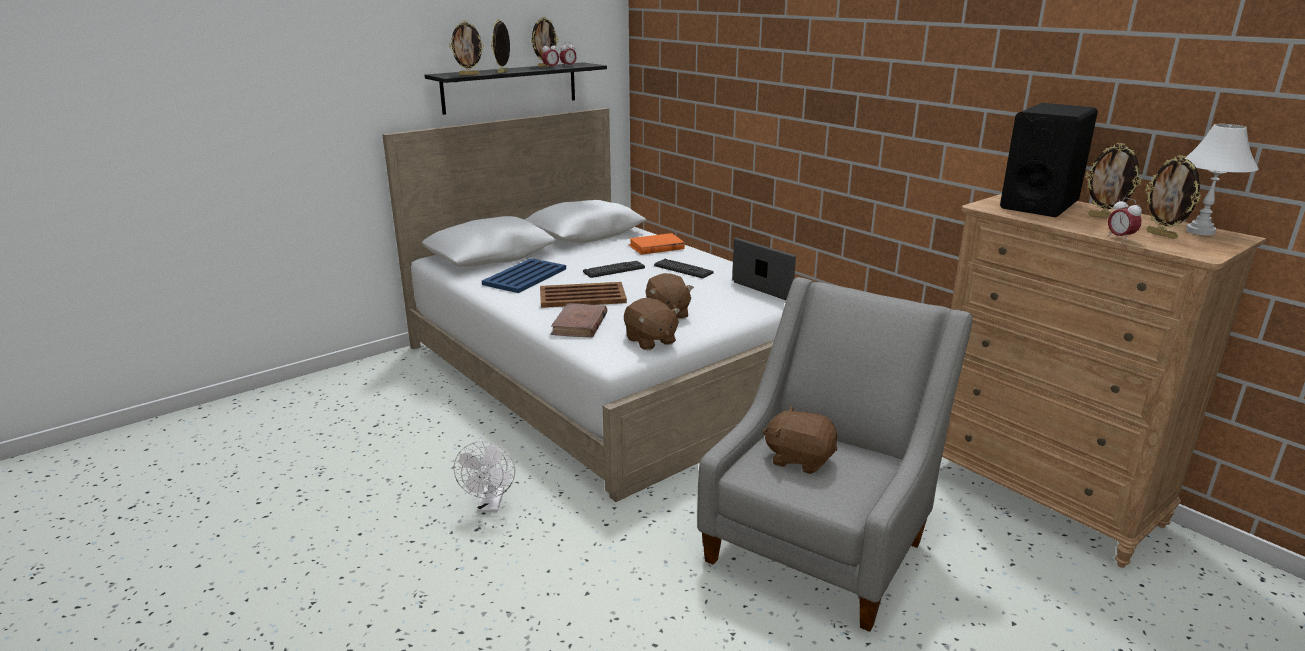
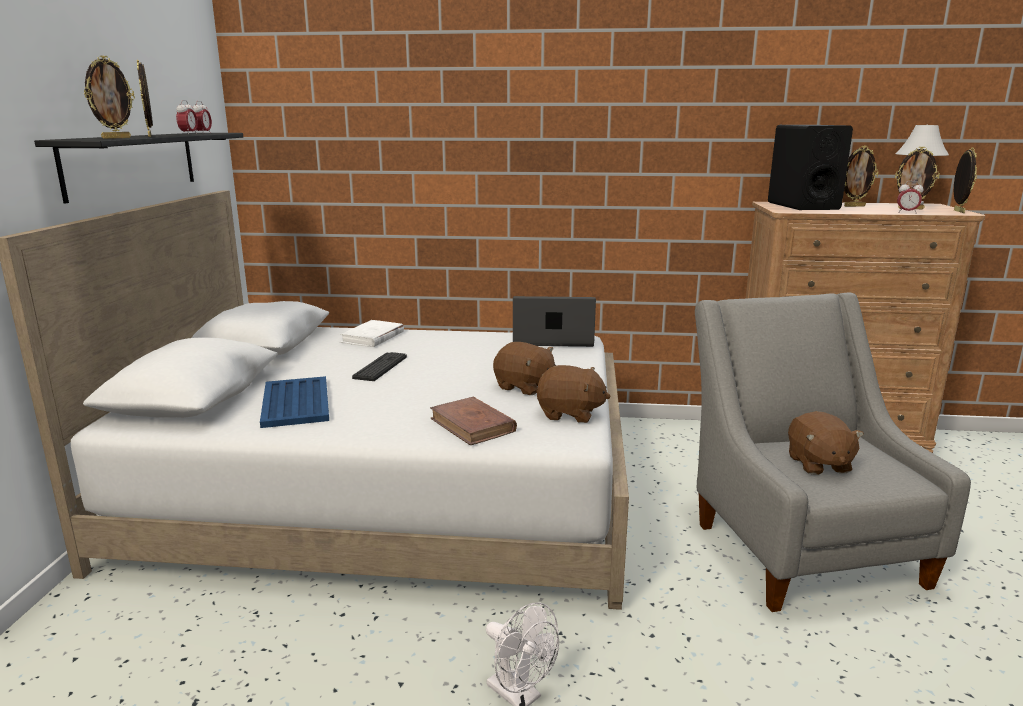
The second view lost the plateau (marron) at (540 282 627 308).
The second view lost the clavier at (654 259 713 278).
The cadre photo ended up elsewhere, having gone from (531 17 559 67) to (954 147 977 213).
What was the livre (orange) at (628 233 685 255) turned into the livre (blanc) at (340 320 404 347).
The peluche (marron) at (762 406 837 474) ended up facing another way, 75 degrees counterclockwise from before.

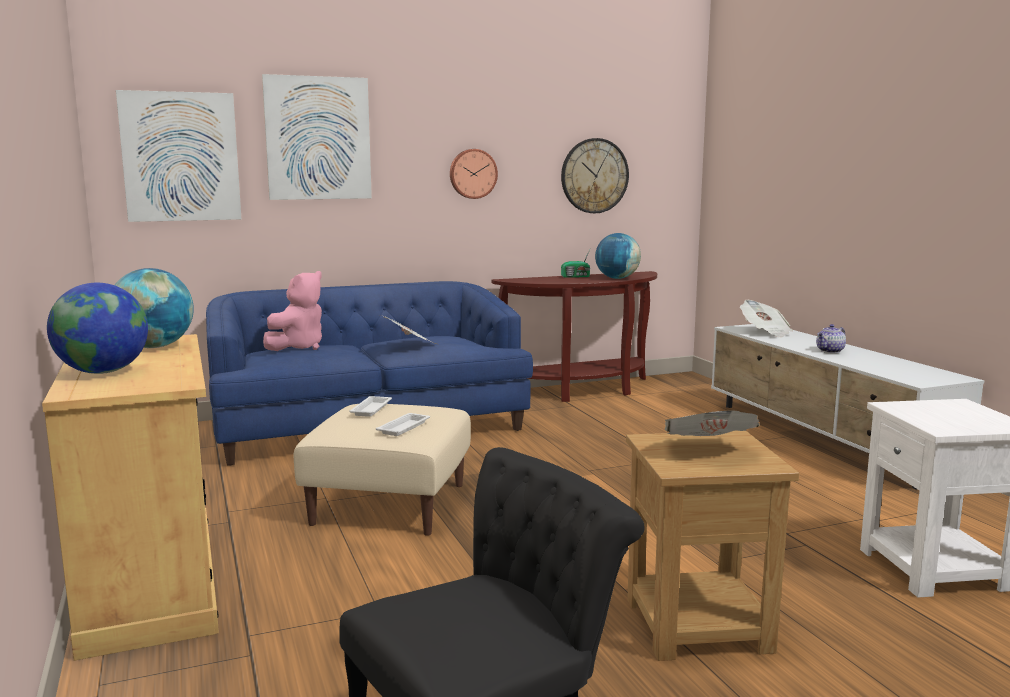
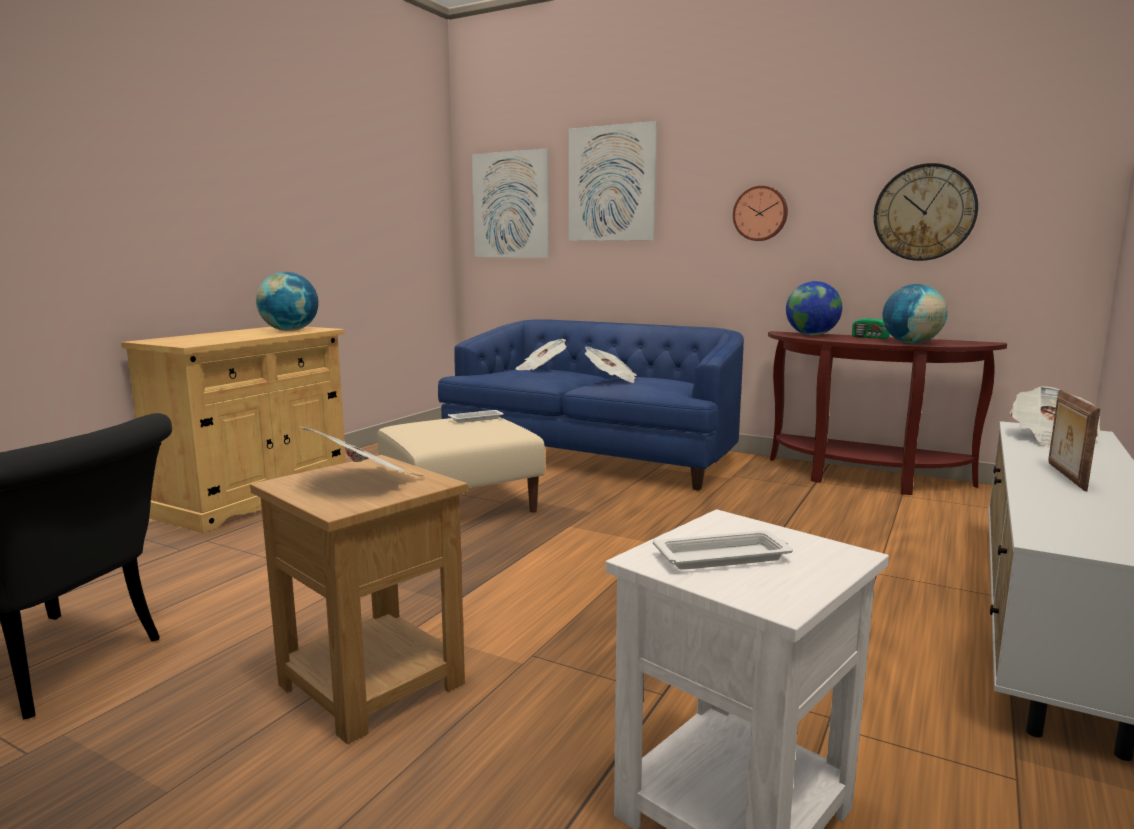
The globe ended up elsewhere, having gone from (47 283 148 374) to (786 281 842 335).
The plateau (blanc) ended up elsewhere, having gone from (376 413 430 436) to (653 530 793 570).
Where the peluche (rose) stood at (263 271 322 351), the journal came to stand at (515 339 566 370).
Where the théière stood at (816 324 846 353), the cadre photo came to stand at (1048 390 1100 491).

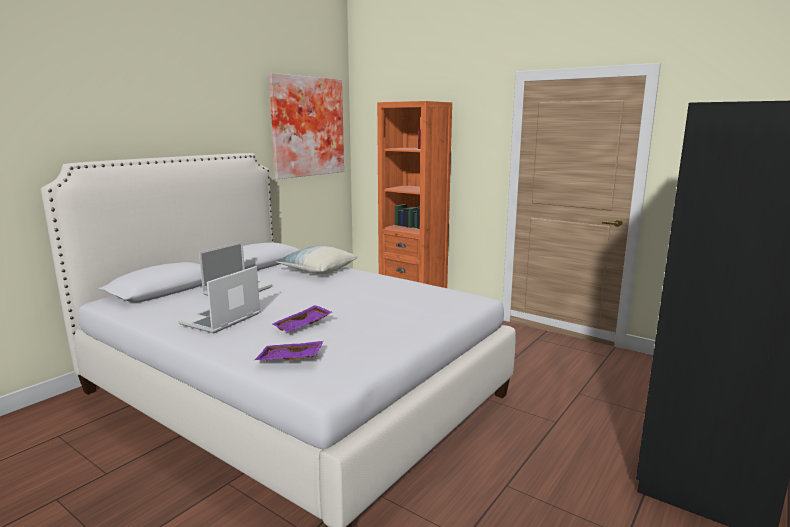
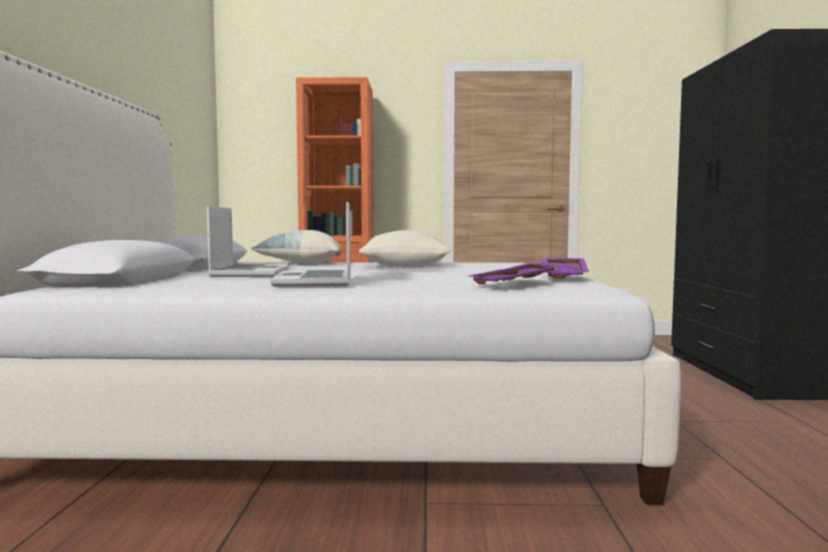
The second view lost the tableau at (269 73 344 179).
The second view gained the coussin at (359 230 451 267).
The plateau (violet) ended up elsewhere, having gone from (272 305 332 332) to (543 258 589 279).

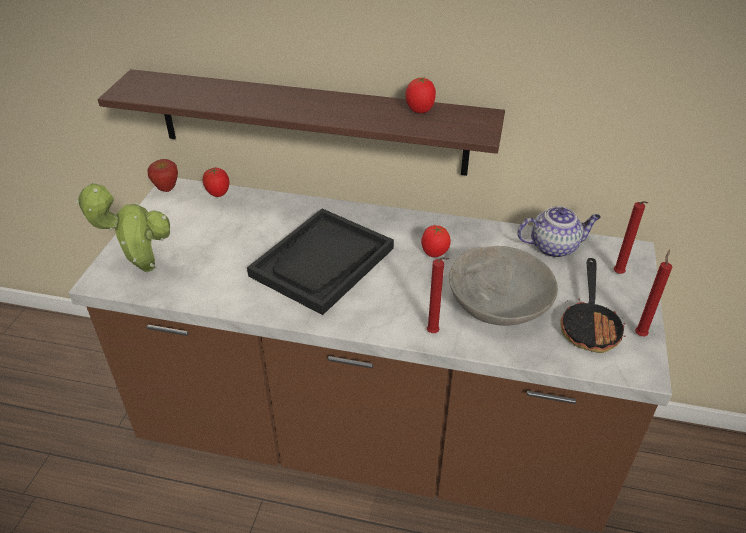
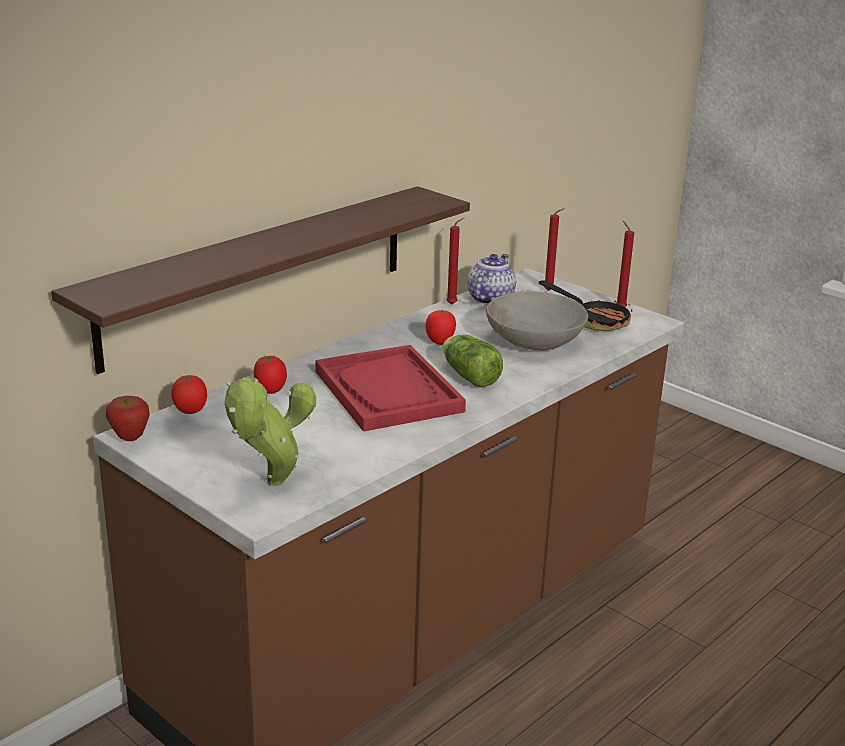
The second view gained the laitue at (443 335 503 387).
The tomate ended up elsewhere, having gone from (406 78 436 113) to (253 355 287 394).
The bougie (rouge) ended up elsewhere, having gone from (427 257 449 333) to (446 218 464 305).
What was the plateau (noir) at (247 208 394 315) turned into the plateau (rouge) at (315 345 466 432).

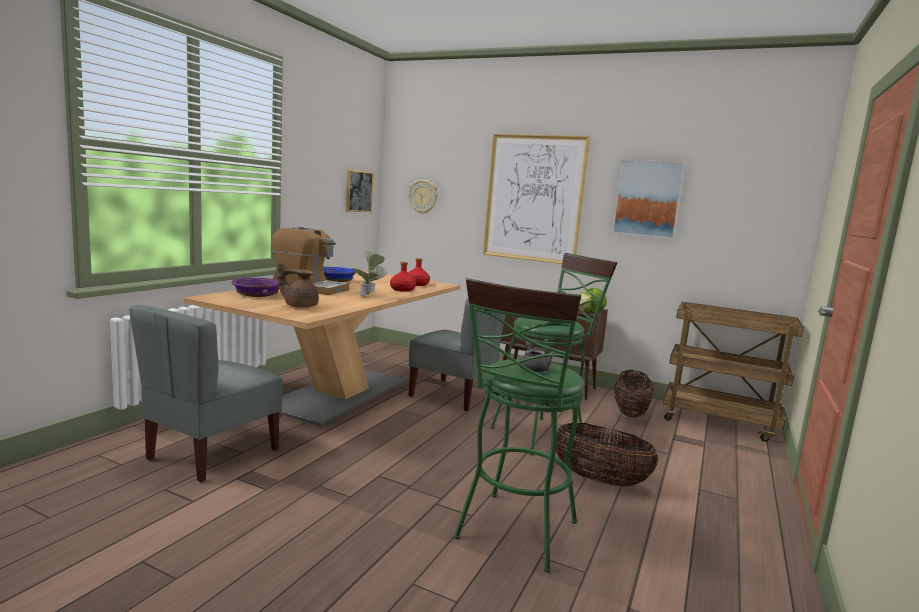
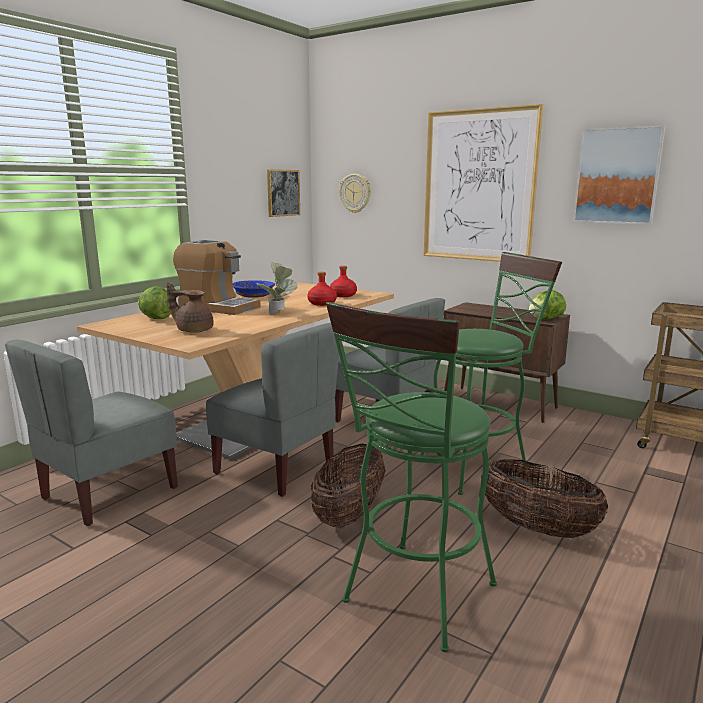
The second view lost the théière (gris) at (520 341 555 372).
The second view gained the chaise (gris) at (206 323 339 497).
The panier ended up elsewhere, having gone from (614 370 654 418) to (311 444 386 527).
Where the bol (violet) stood at (231 278 279 297), the laitue came to stand at (138 286 171 319).

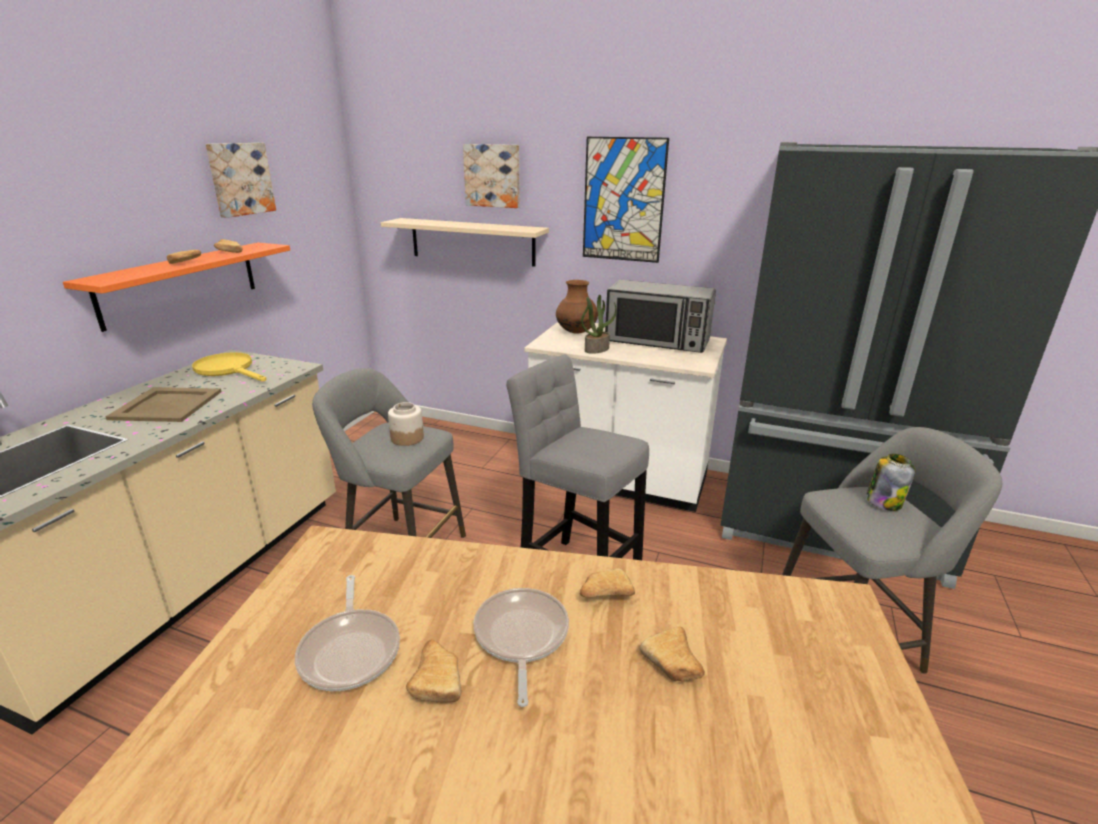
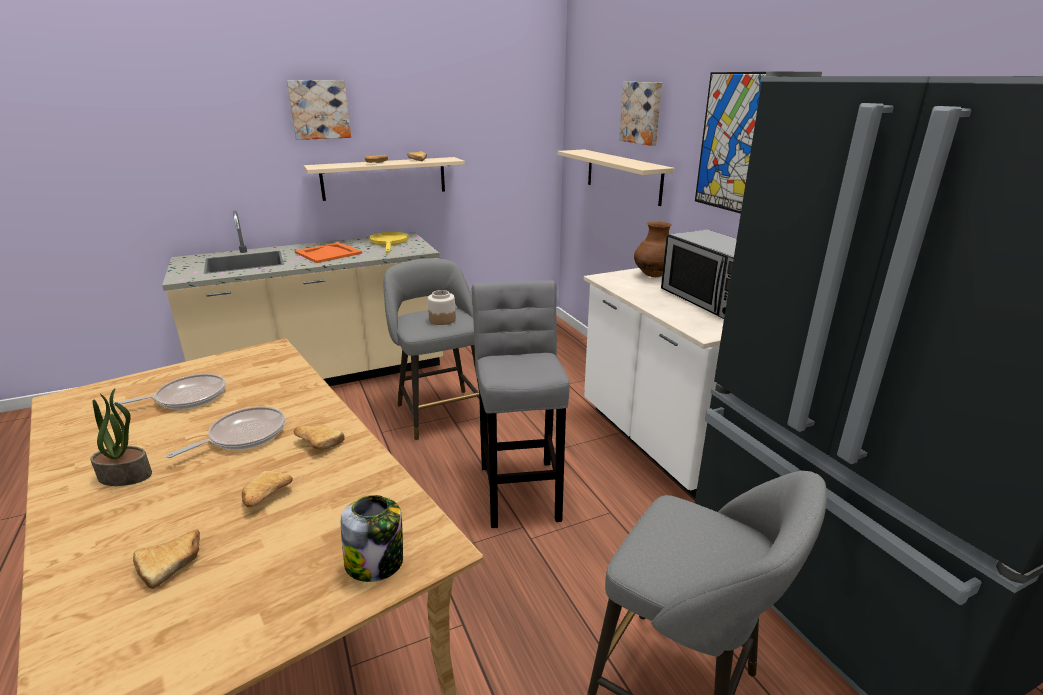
The tableau ended up elsewhere, having gone from (206 143 276 218) to (287 80 351 140).
The pain ended up elsewhere, having gone from (406 639 461 703) to (133 529 200 589).
The plante en pot ended up elsewhere, having gone from (581 295 617 354) to (90 388 152 486).
The bocal ended up elsewhere, having gone from (866 454 916 511) to (341 495 403 582).
What was the étagère (orange) at (63 243 290 332) turned into the étagère (beige) at (304 157 465 201).
What was the plateau (beige) at (106 387 222 422) turned into the plateau (orange) at (295 242 362 263).
The poêle at (295 575 400 691) ended up facing another way, 150 degrees counterclockwise from before.

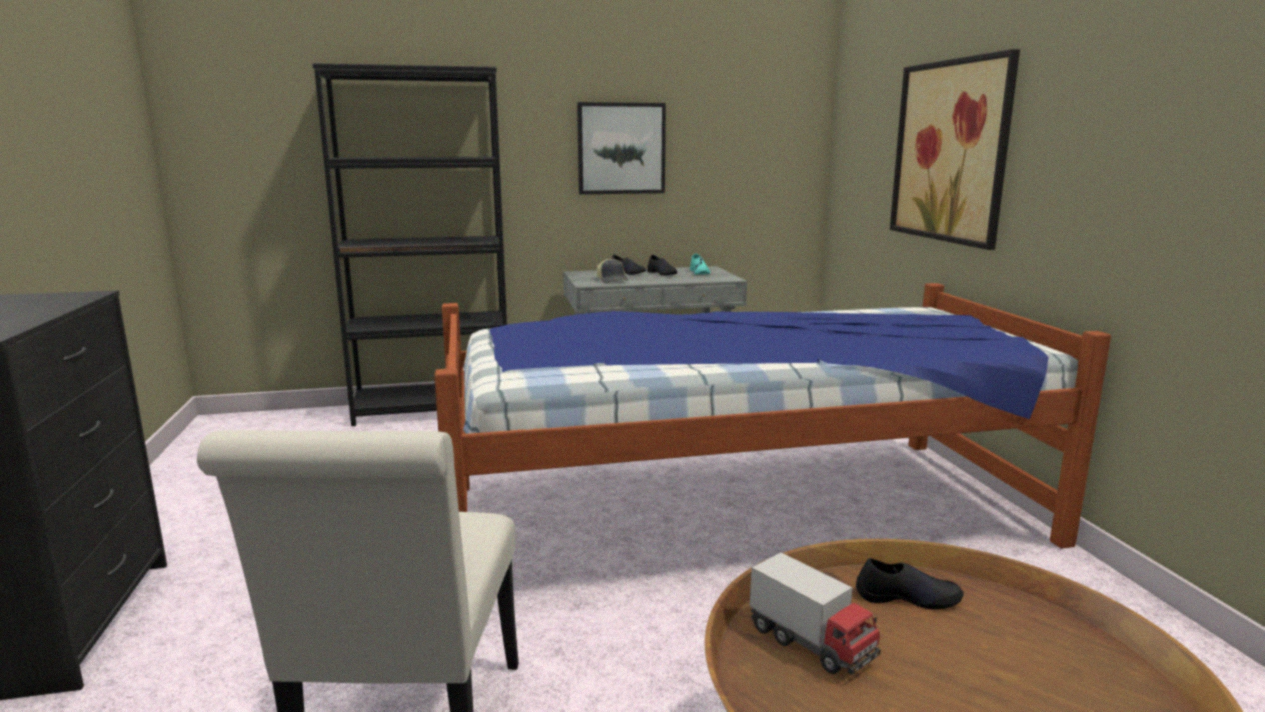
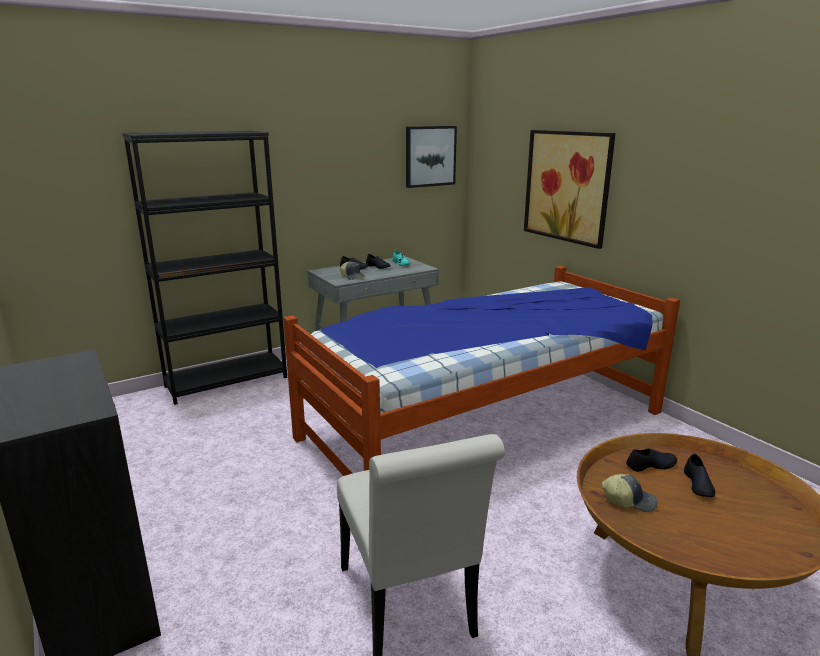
The second view gained the chaussure (noir) at (684 454 715 497).
The tableau ended up elsewhere, having gone from (577 102 666 194) to (406 126 457 188).
Where the camion jouet stood at (750 552 881 675), the casquette came to stand at (602 474 658 512).

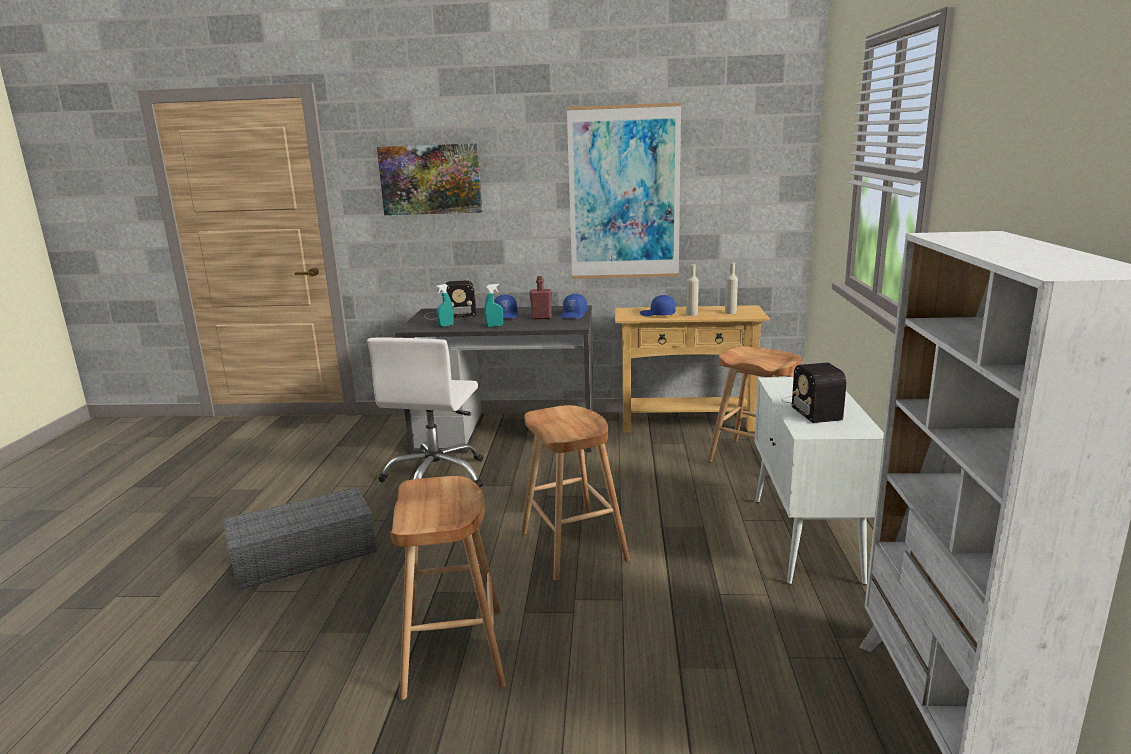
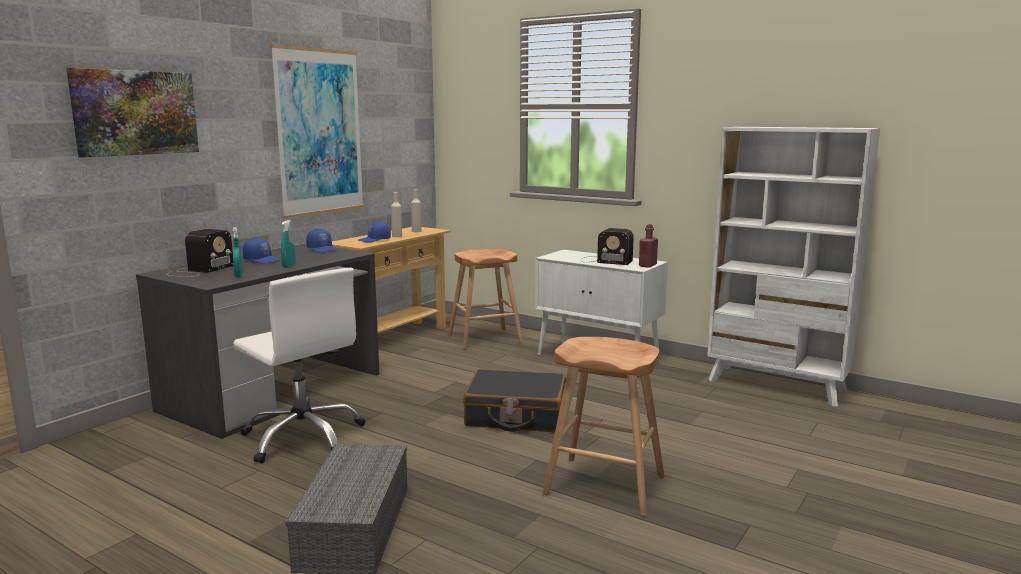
The bouteille (rouge) ended up elsewhere, having gone from (529 276 552 319) to (639 224 658 268).
Where the tabouret (marron) stood at (521 405 630 581), the valise (noir) came to stand at (463 369 566 432).

